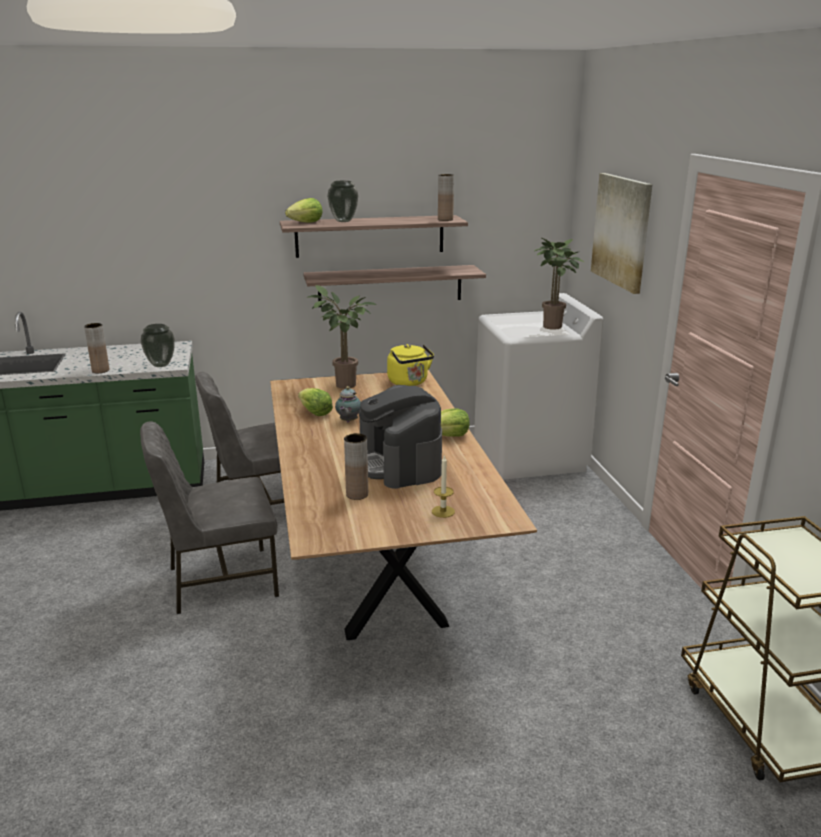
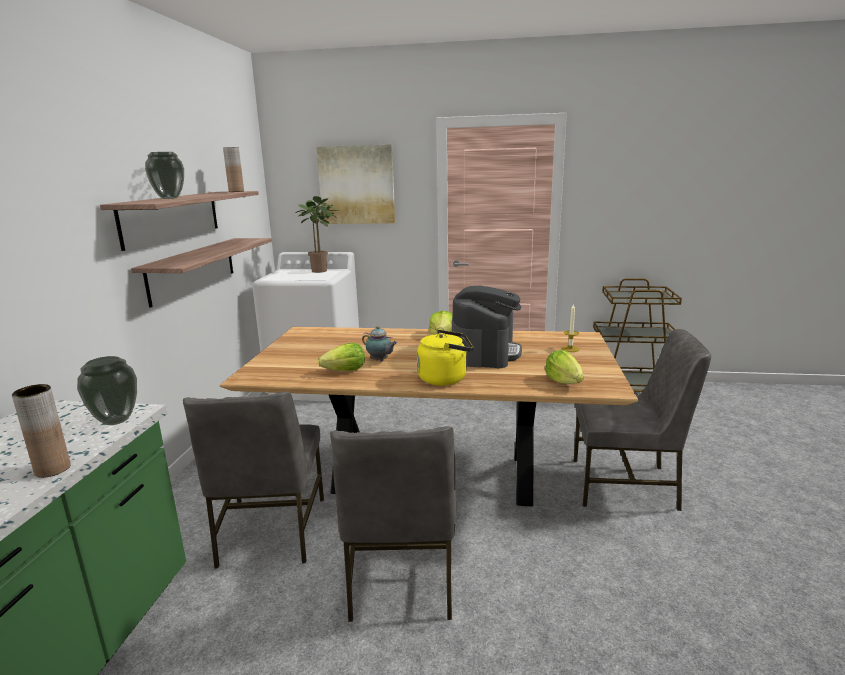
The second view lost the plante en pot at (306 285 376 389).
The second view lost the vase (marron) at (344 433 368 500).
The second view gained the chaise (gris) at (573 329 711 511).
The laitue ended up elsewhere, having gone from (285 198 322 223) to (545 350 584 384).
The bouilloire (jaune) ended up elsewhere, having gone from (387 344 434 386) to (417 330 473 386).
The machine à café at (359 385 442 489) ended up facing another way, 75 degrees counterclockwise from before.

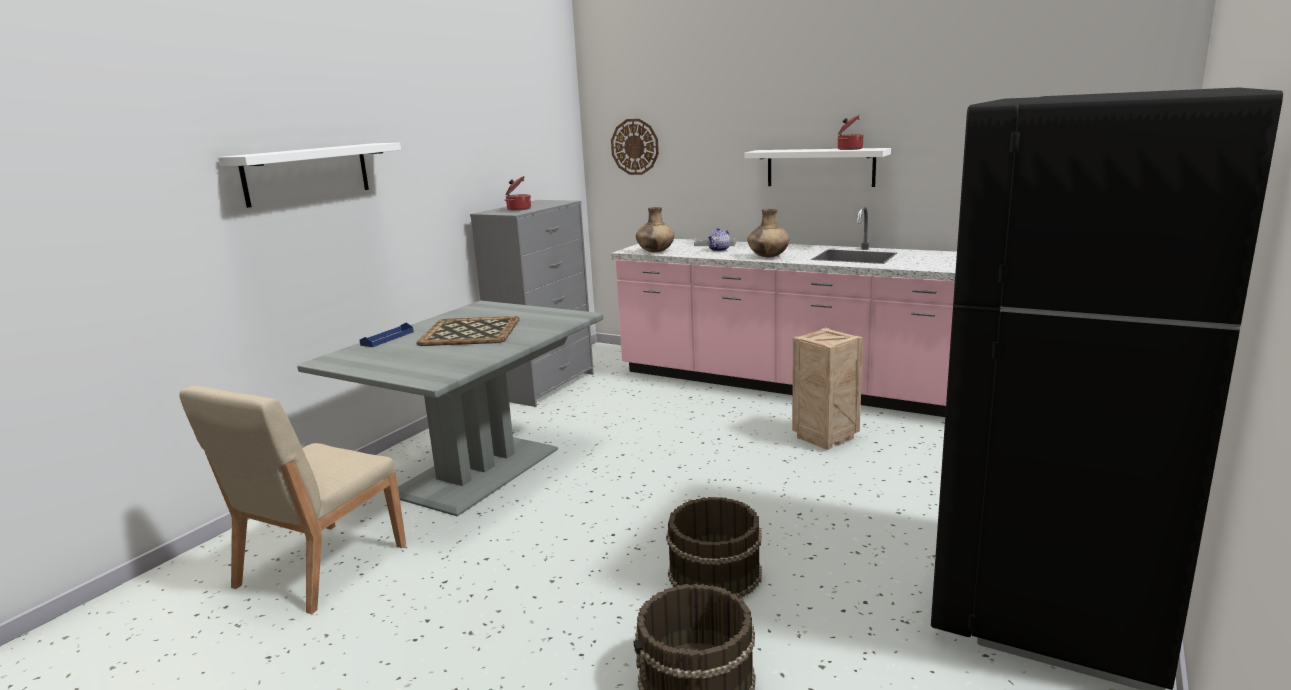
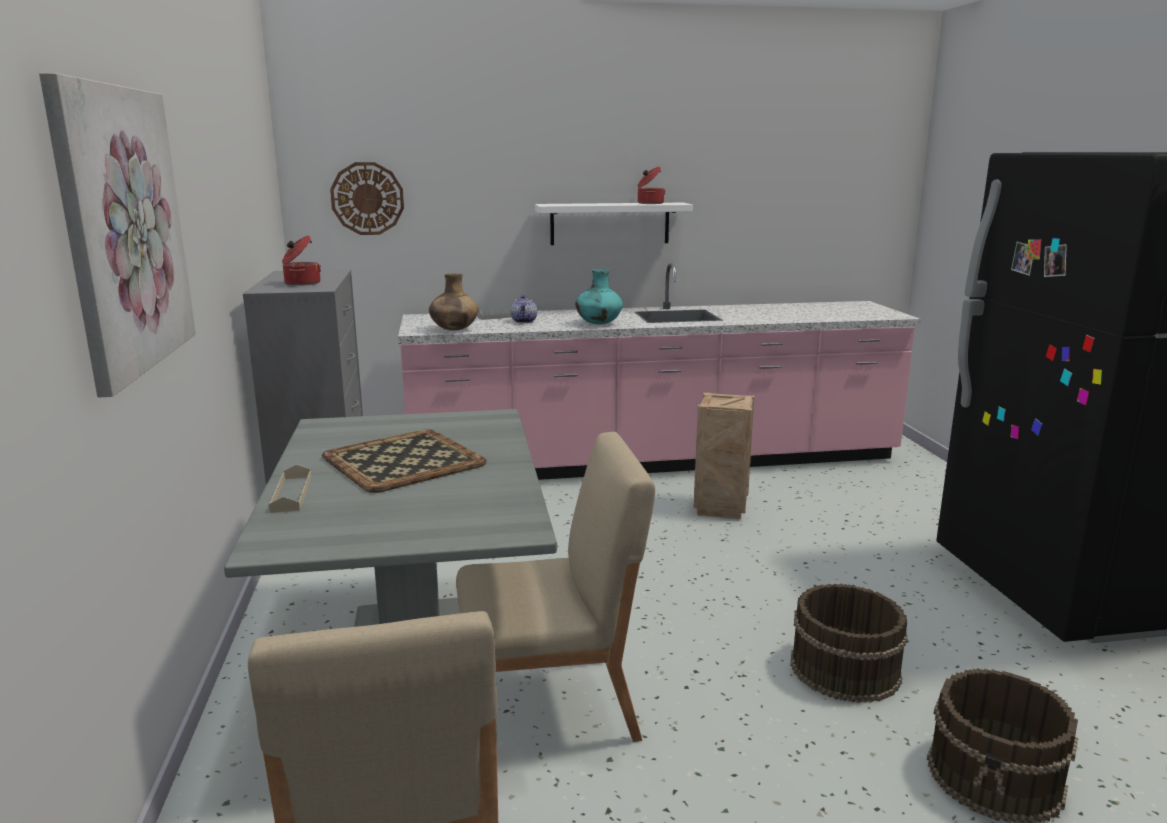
The second view gained the chaise (beige) at (456 432 655 742).
Where the étagère (blanc) hung at (218 143 401 208), the tableau came to hang at (39 73 196 397).
What was the plateau (bleu) at (359 322 414 347) turned into the plateau (beige) at (269 464 311 513).
What was the vase (marron) at (747 209 790 258) turned into the vase (turquoise) at (575 269 623 325).

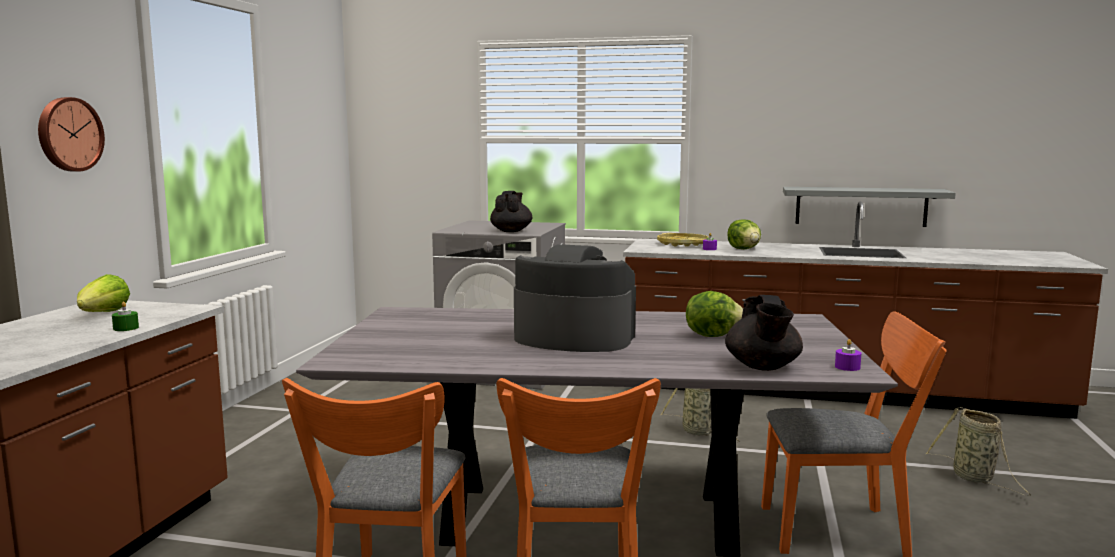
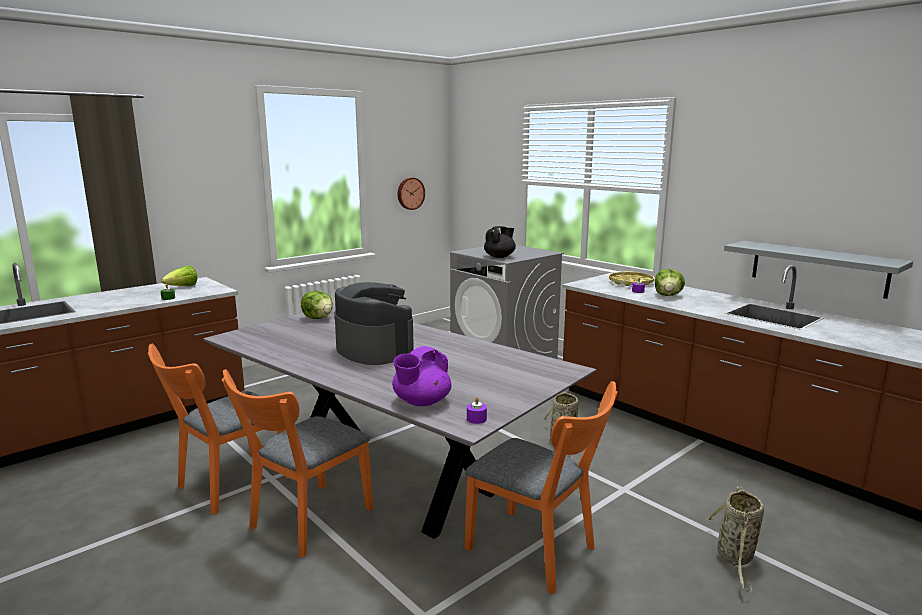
The horloge murale ended up elsewhere, having gone from (38 97 105 172) to (398 177 425 210).
The laitue ended up elsewhere, having gone from (686 291 743 337) to (301 291 333 319).
What was the théière (noir) at (725 295 803 371) turned into the théière (violet) at (392 346 451 406).

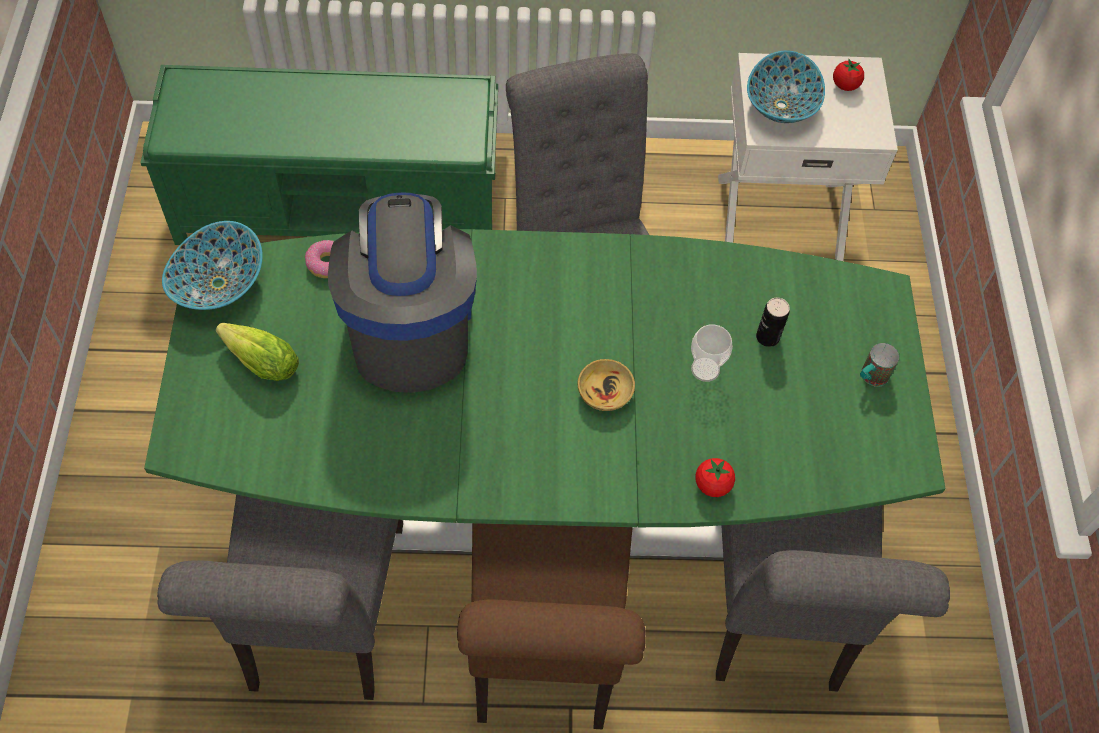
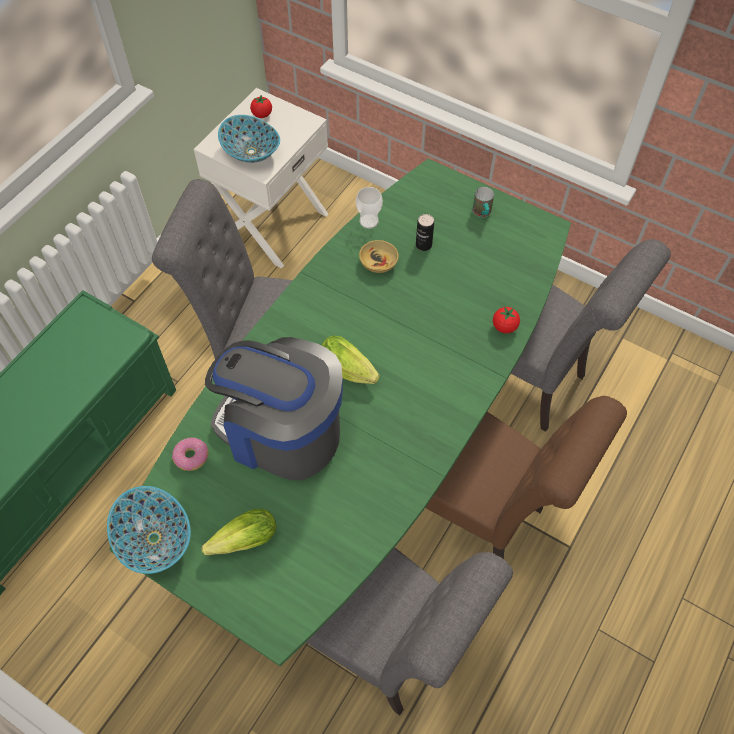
The second view gained the laitue at (321 336 380 384).
The bol (beige) ended up elsewhere, having gone from (578 359 635 411) to (359 240 399 273).
The tasse ended up elsewhere, having gone from (691 324 733 382) to (356 187 383 229).

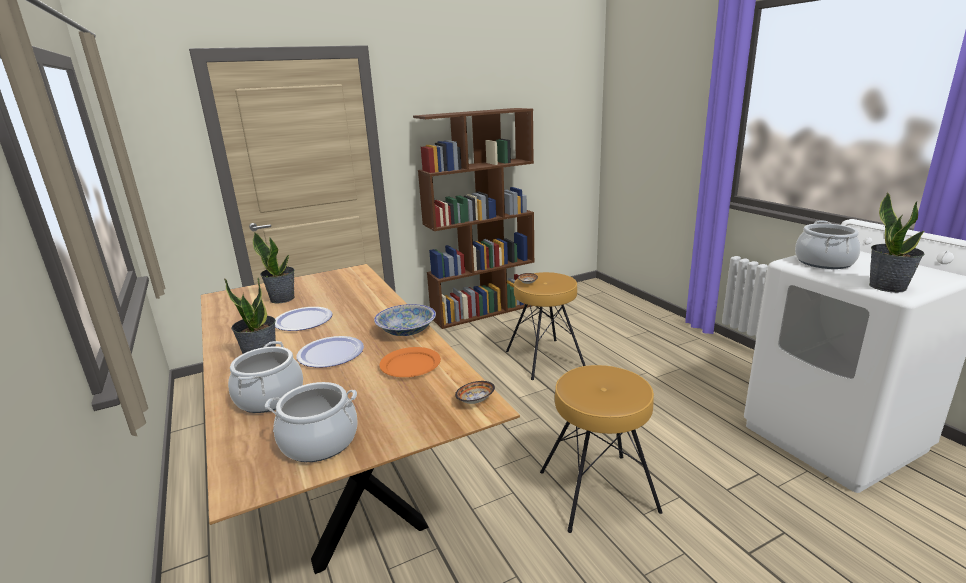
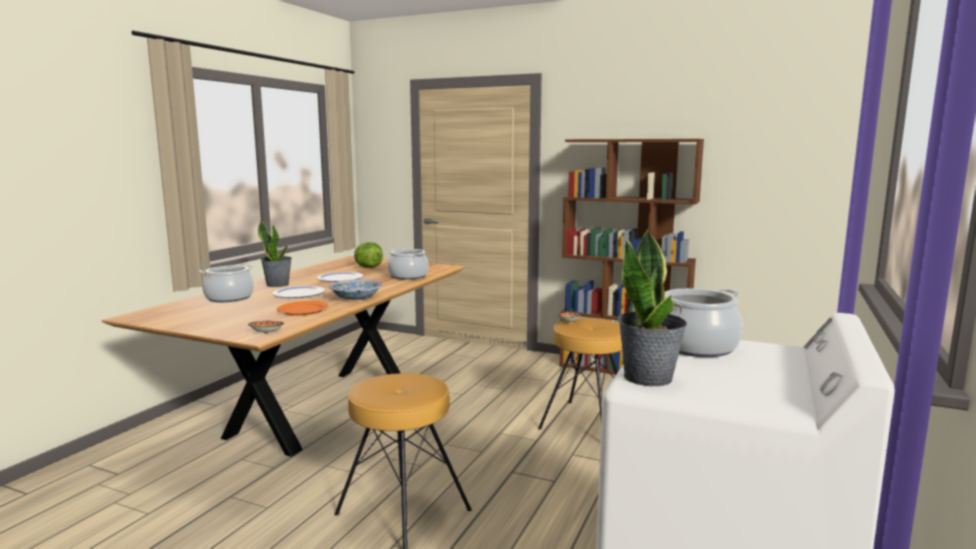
The marmite ended up elsewhere, having gone from (265 382 357 462) to (388 248 429 280).
Where the plante en pot stood at (252 232 295 303), the laitue came to stand at (354 242 383 268).

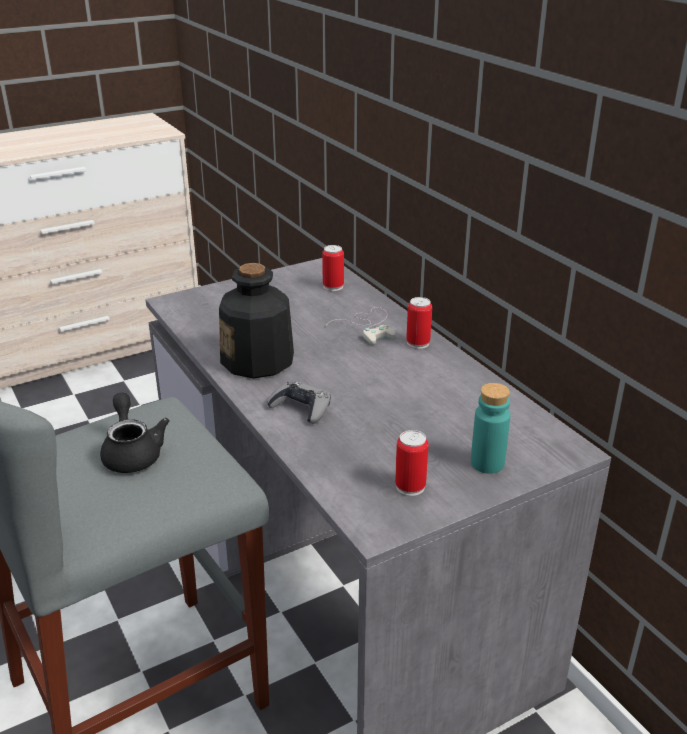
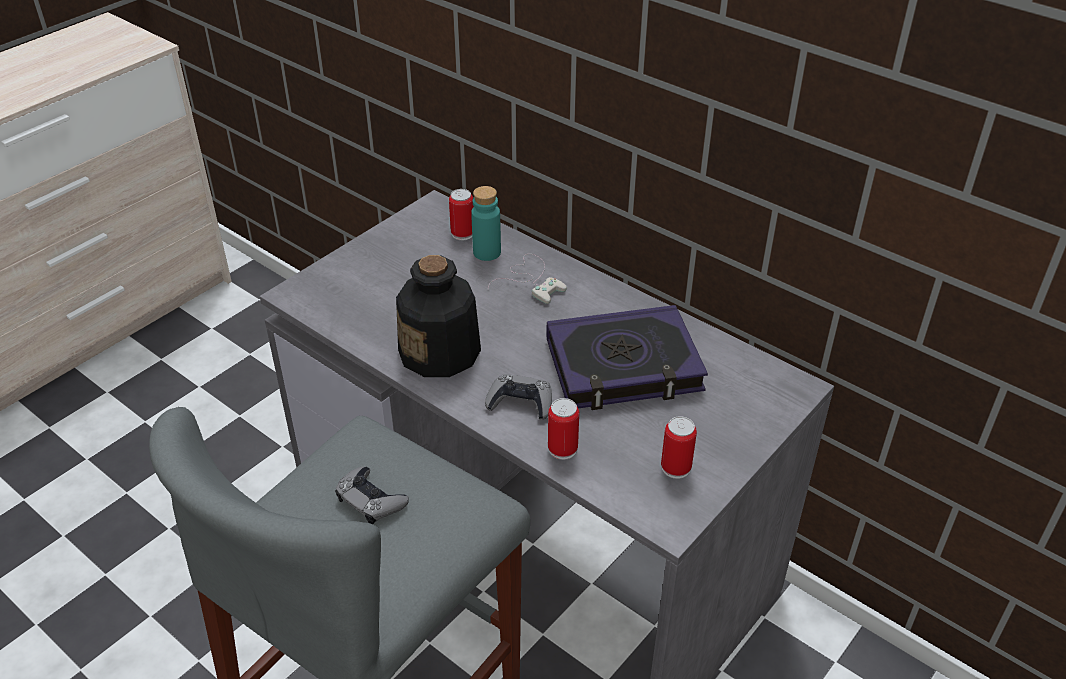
The second view gained the livre at (547 305 708 410).
The boîte métallique ended up elsewhere, having gone from (406 297 432 349) to (548 398 579 460).
The bouteille (turquoise) ended up elsewhere, having gone from (471 383 510 474) to (471 186 501 261).
Where the théière (noir) stood at (100 392 170 473), the manette (gris) came to stand at (335 467 409 524).

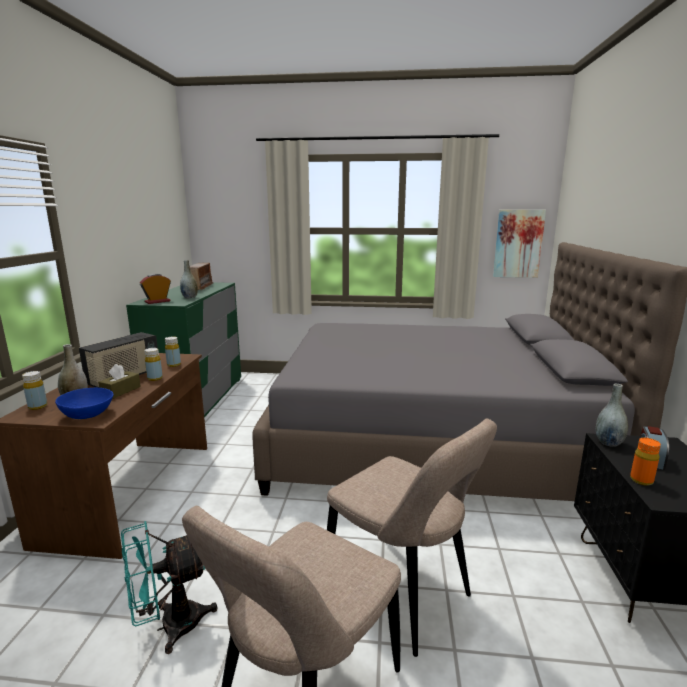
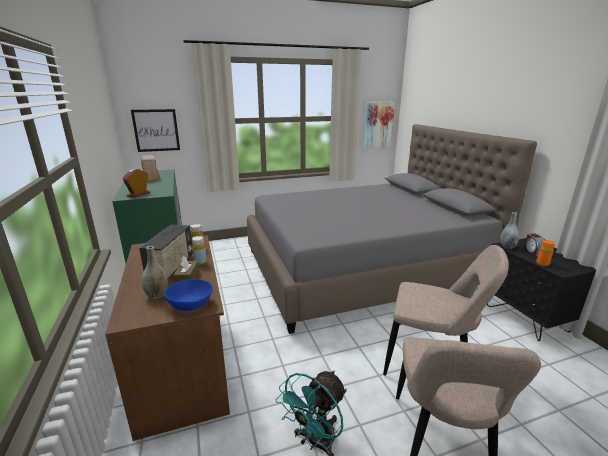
The second view lost the bouteille (jaune) at (22 371 47 410).
The second view lost the vase (gris) at (180 260 198 299).
The second view gained the tableau at (131 109 180 152).

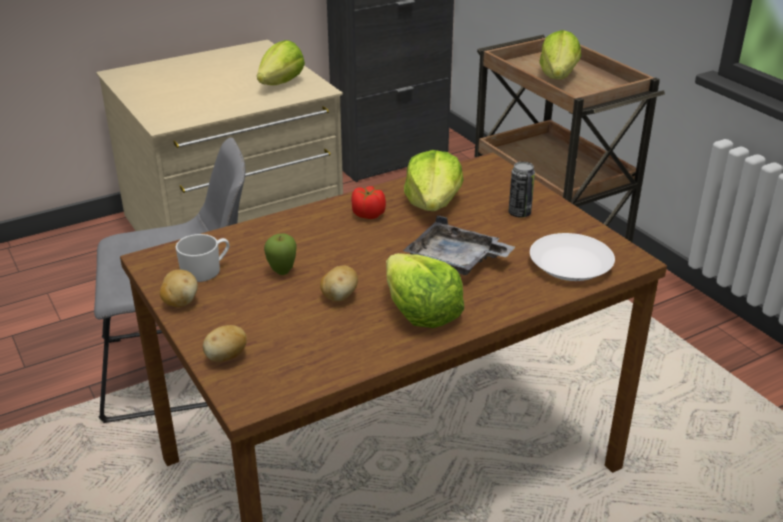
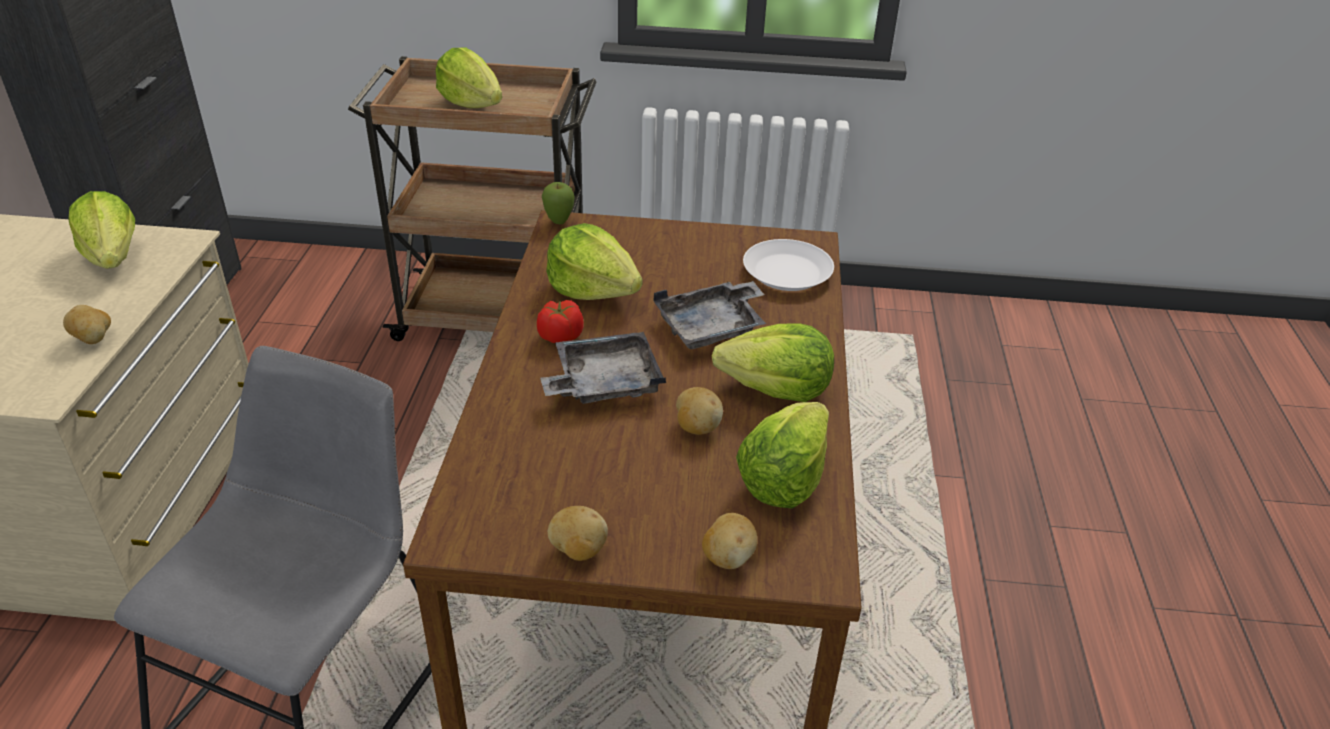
The second view lost the mug (blanc) at (175 234 229 282).
The second view lost the boîte métallique at (508 162 535 218).
The second view gained the pomme de terre at (63 305 111 344).
The second view gained the plateau (gris) at (540 332 666 404).
The second view gained the laitue at (736 402 829 509).
The pomme ended up elsewhere, having gone from (264 234 297 275) to (542 182 575 224).

